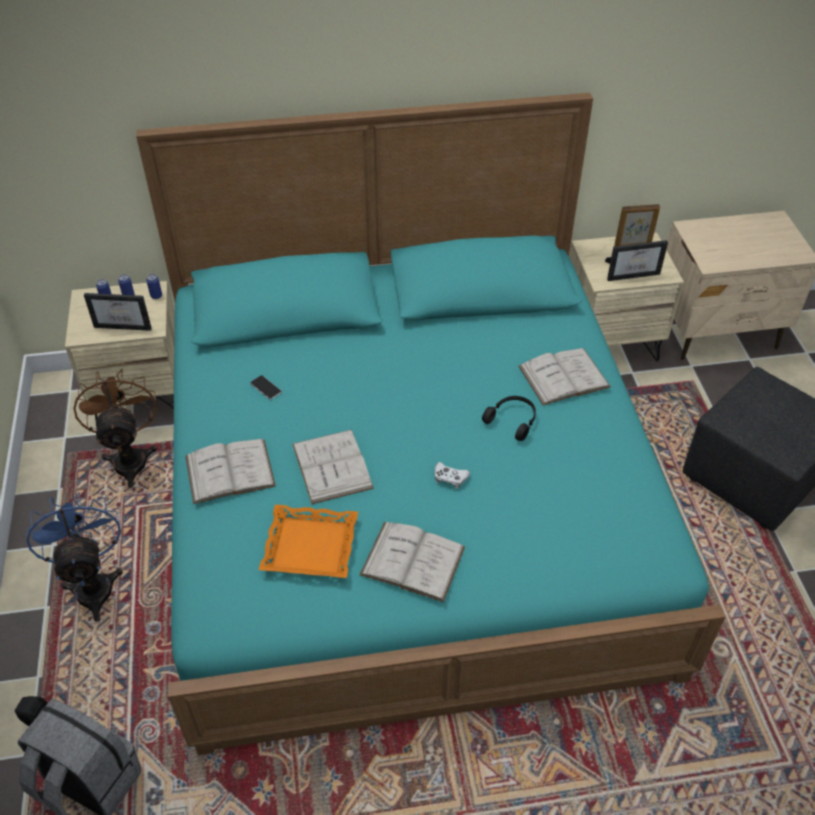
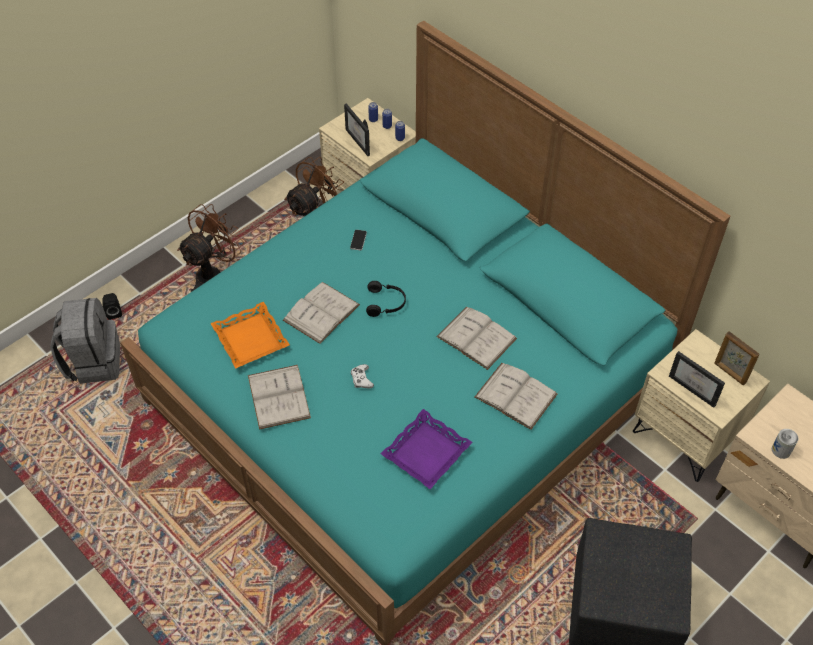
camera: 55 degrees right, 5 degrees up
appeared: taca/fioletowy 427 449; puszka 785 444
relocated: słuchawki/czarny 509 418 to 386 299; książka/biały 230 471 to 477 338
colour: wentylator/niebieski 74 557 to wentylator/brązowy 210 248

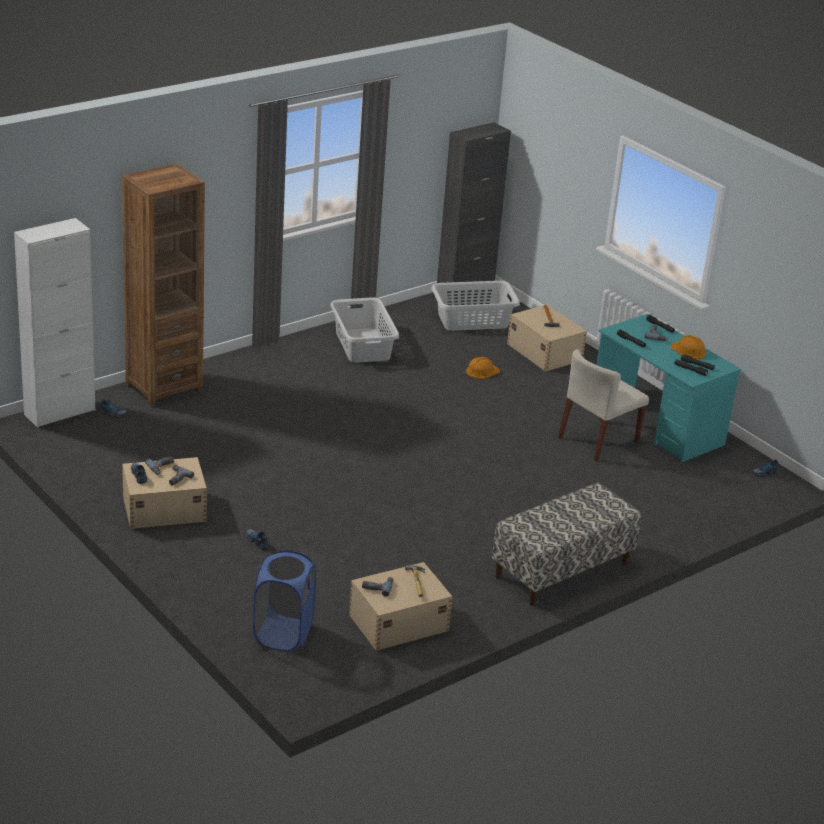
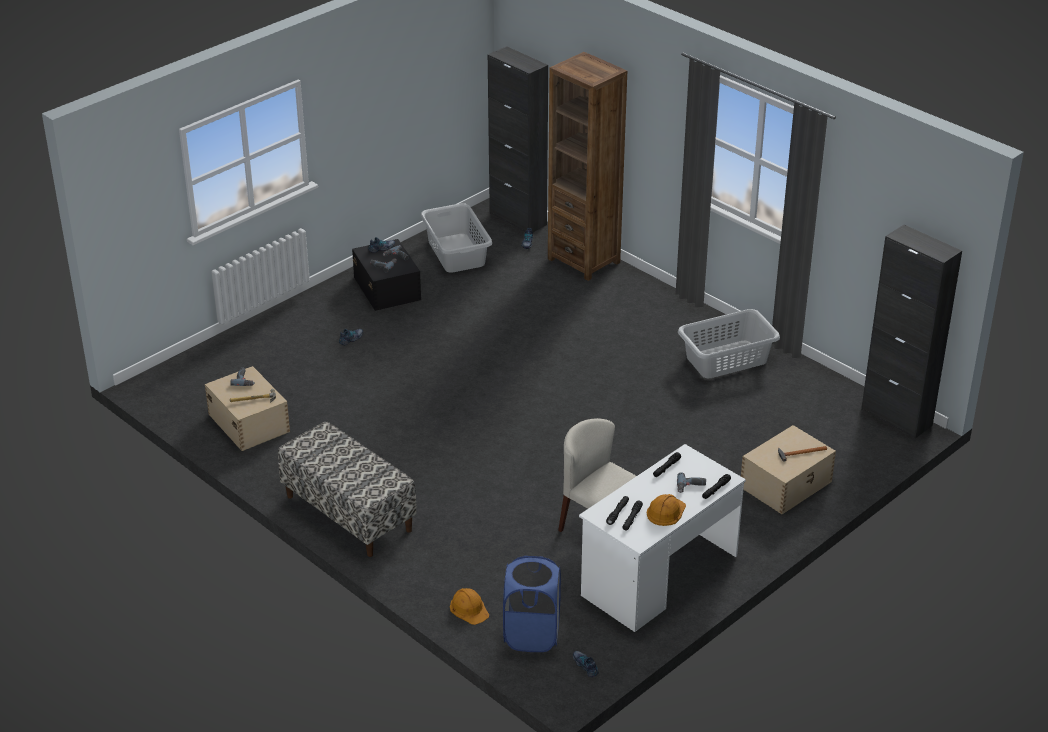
camera: 85 degrees right, 5 degrees up
relocated: kosz na pranie/szary 475 306 to 456 238; kask/pomarańczowy 483 368 to 469 606; kosz na pranie/niebieski 284 601 to 532 604
colour: pojemnik do przechowywania/beżowy 164 493 to pojemnik do przechowywania/czarny 386 275; szafka/biały 54 323 to szafka/czarny 518 139; biurko/turkusowy 669 388 to biurko/biały 662 538

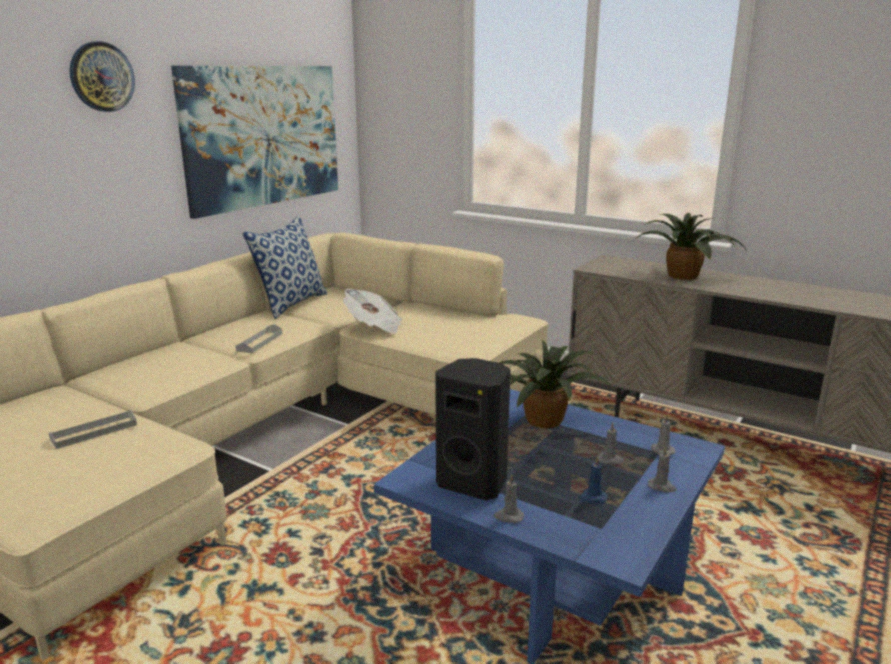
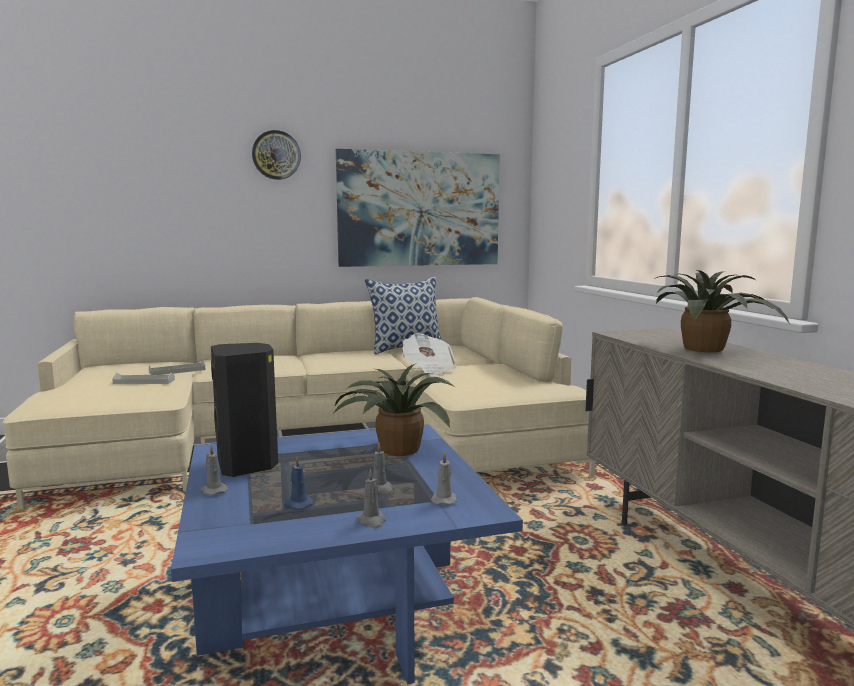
camera: 40 degrees right, 10 degrees down
relocated: taca/szary 258 338 to 177 367

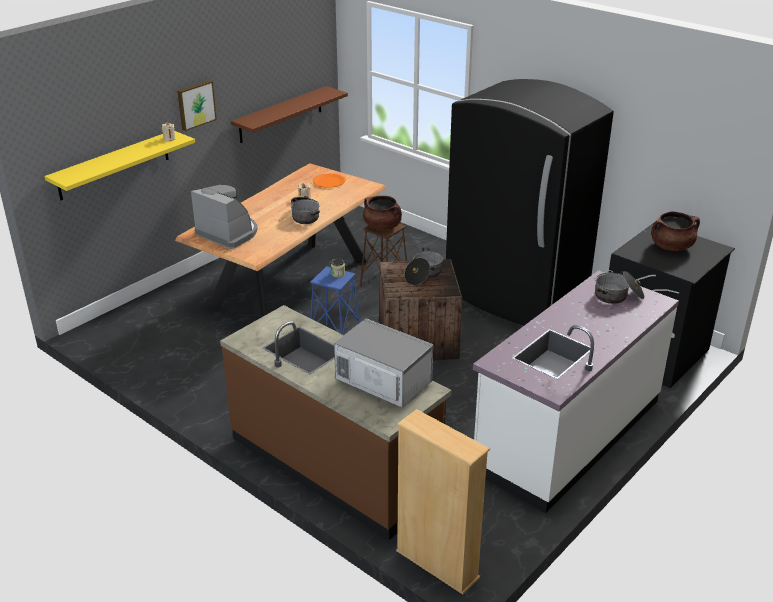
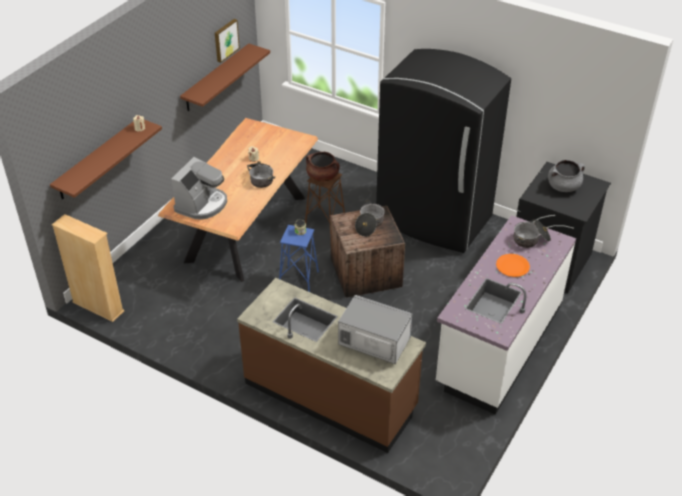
camera: 10 degrees left, 10 degrees up
relocated: regał/beżowy 443 501 to 88 268; obraz 197 105 to 227 41; talerz/pomarańczowy 329 180 to 513 265
colour: półka/żółty 120 165 to półka/brązowy 106 160; garnek/brązowy 675 231 to garnek/szary 566 176
spun: ekspres do kawy 224 217 = 199 188 90 degrees clockwise

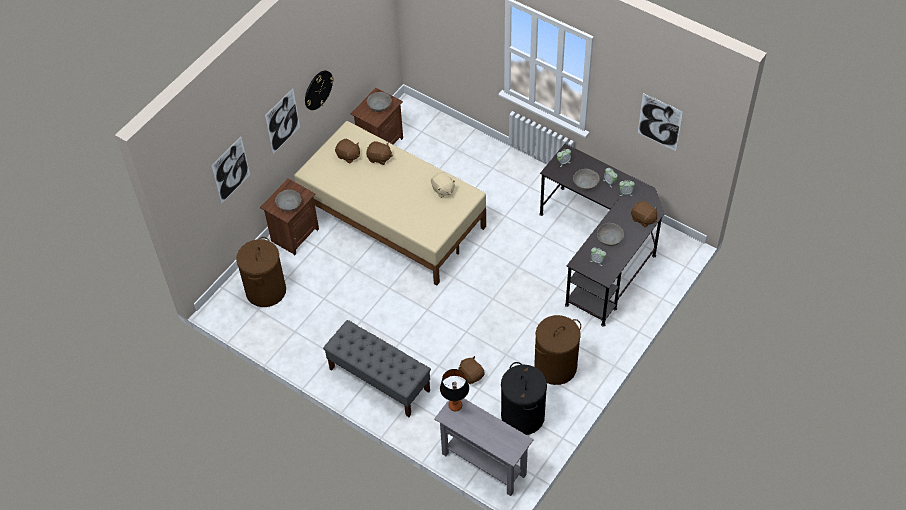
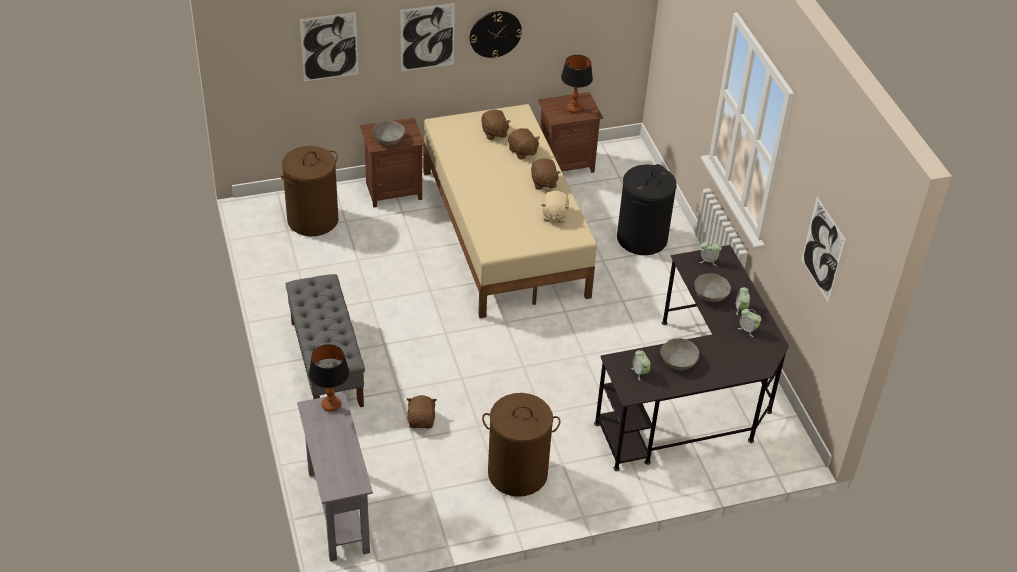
camera: 35 degrees right, 10 degrees down
relocated: pluszak/brązowy 644 214 to 545 174; kosz na pranie/czarny 524 398 to 647 209
exchanged: miska/szary 379 102 to lampa stołowa 577 84

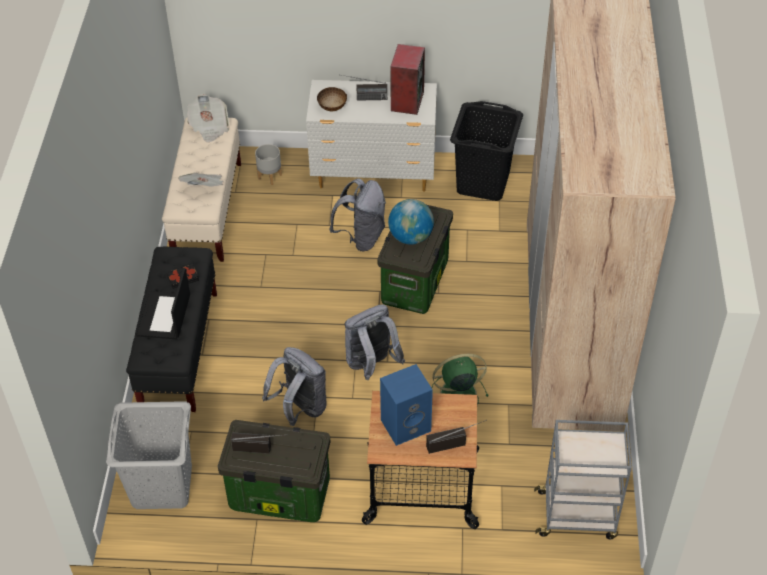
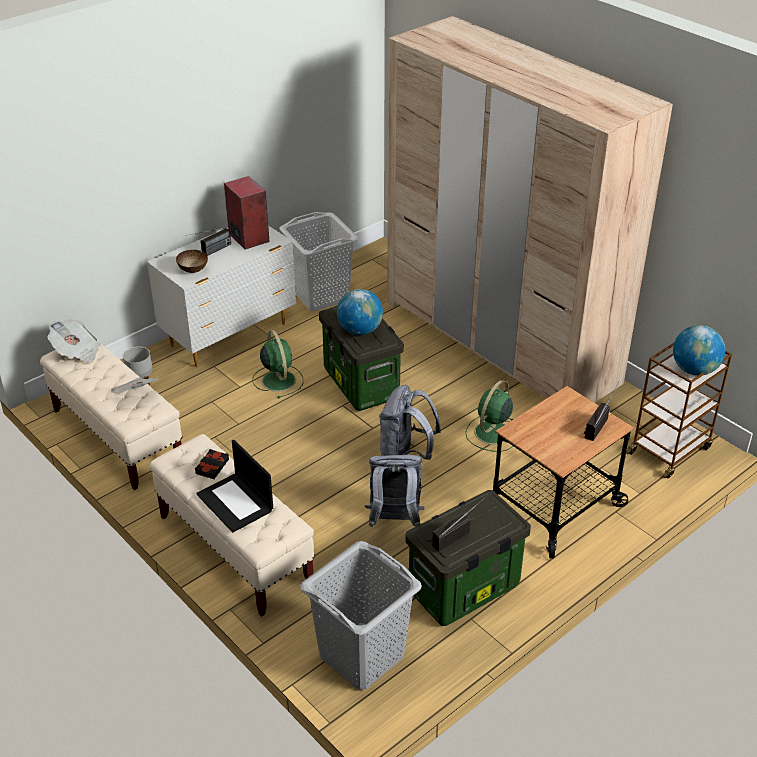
camera: 45 degrees left, 10 degrees down
missing: głośnik/niebieski 406 405
appeared: globus 699 350
exchanged: plecak/szary 357 214 to wentylator/zielony 277 364
colour: ławka/czarny 171 329 to ławka/beżowy 232 525; kosz na pranie/czarny 486 151 to kosz na pranie/biały 318 261; wózek/szary 583 479 to wózek/brązowy 679 411

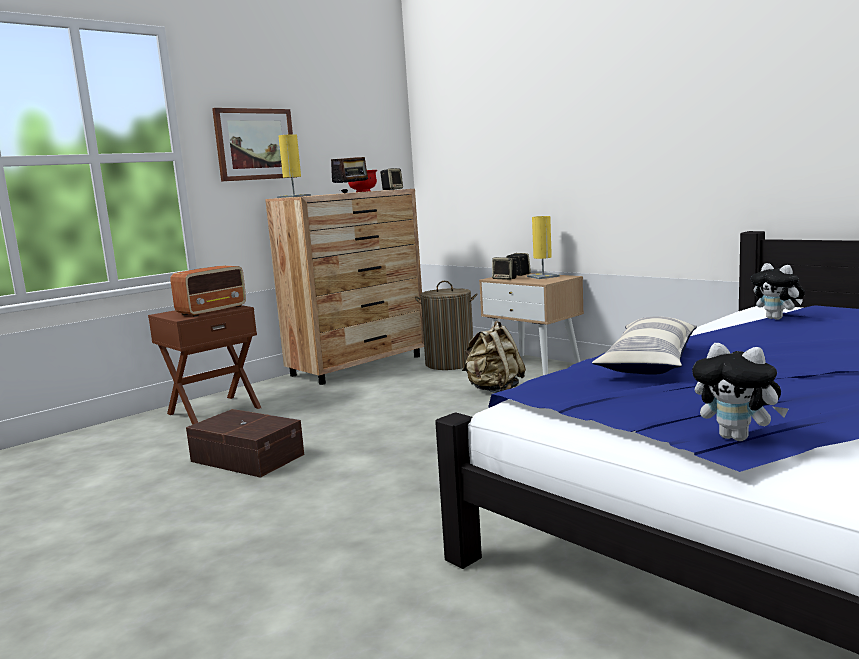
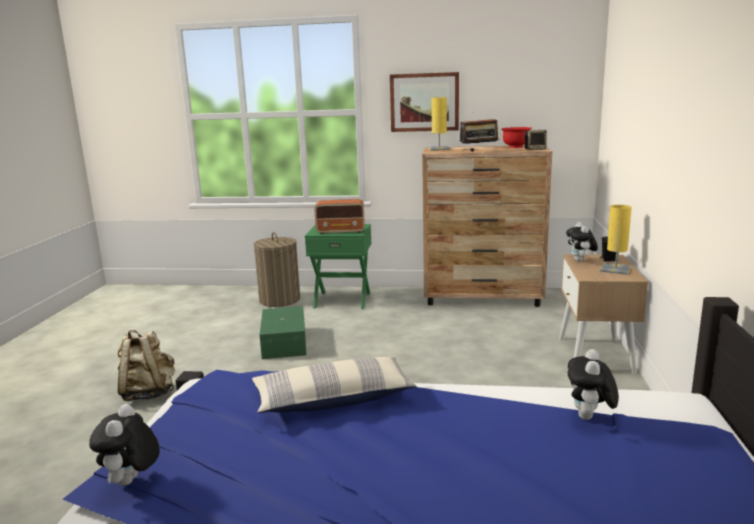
camera: 50 degrees right, 5 degrees up
relocated: plecak/beżowy 494 357 to 146 365; kosz na pranie 446 325 to 277 269
exchanged: głośnik 504 268 to pluszak 582 242
colour: pojemnik do przechowywania/brązowy 245 443 to pojemnik do przechowywania/zielony 282 332; szafka nocna/brązowy 204 365 to szafka nocna/zielony 338 266

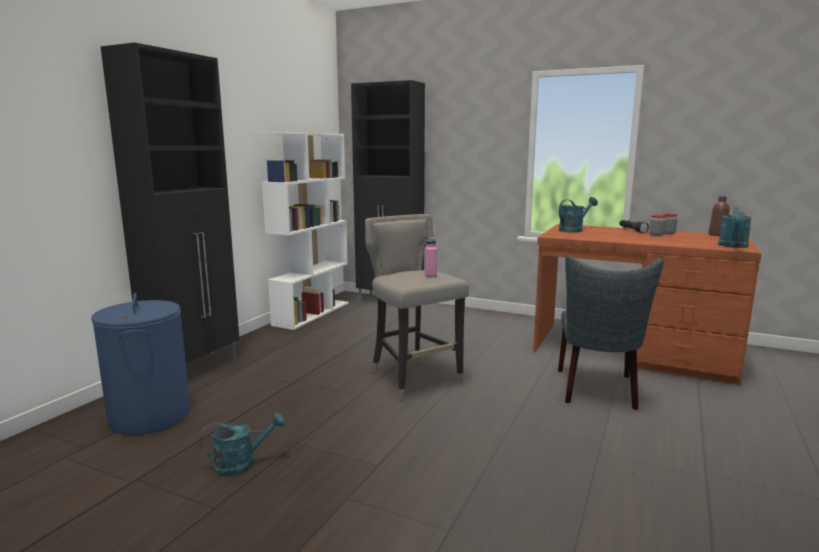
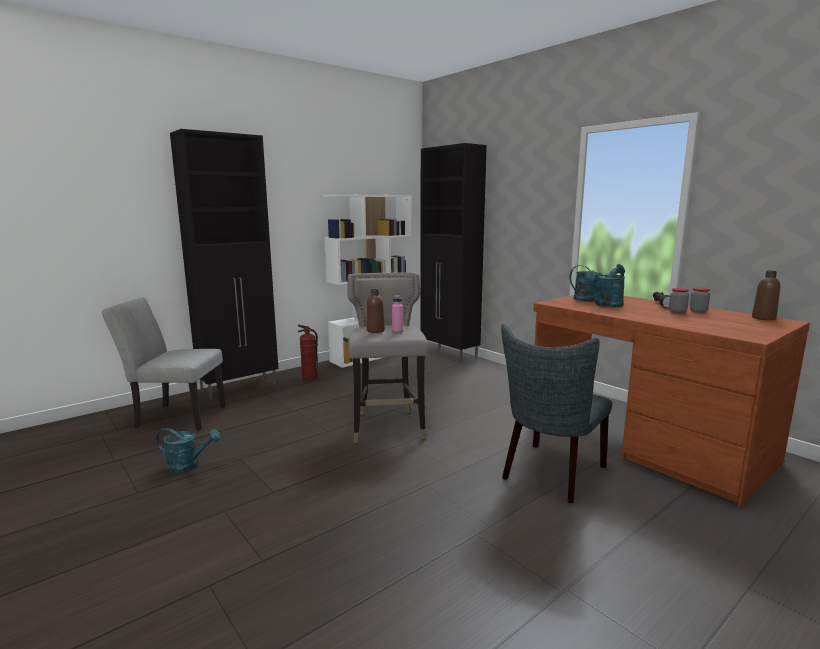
camera: 25 degrees right, 0 degrees up
appeared: gaśnica 308 352; butelka/brązowy 376 311
relocated: konewka/turkusowy 735 227 to 605 287
exchanged: kosz na pranie/niebieski 140 364 to krzesło/szary 163 363

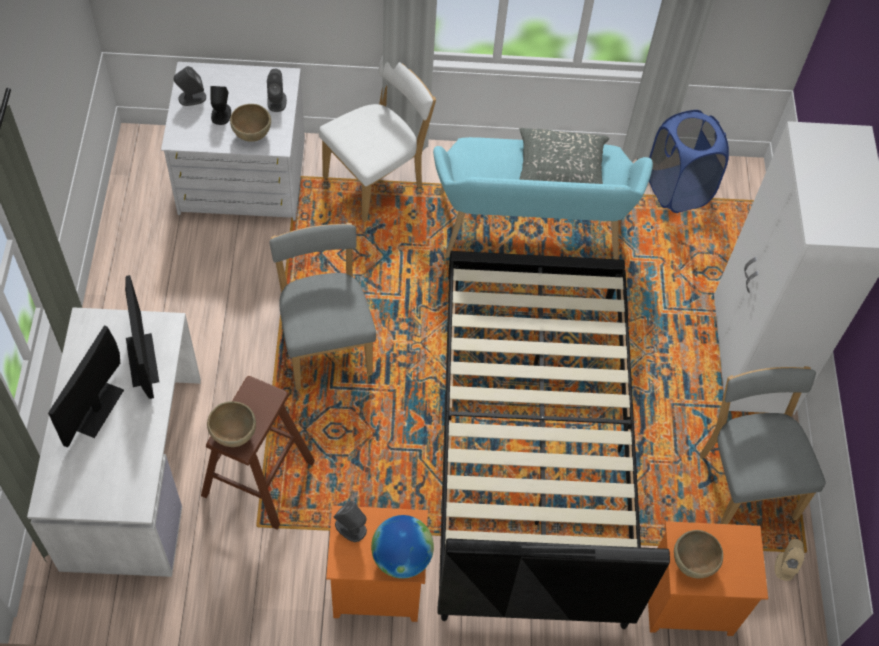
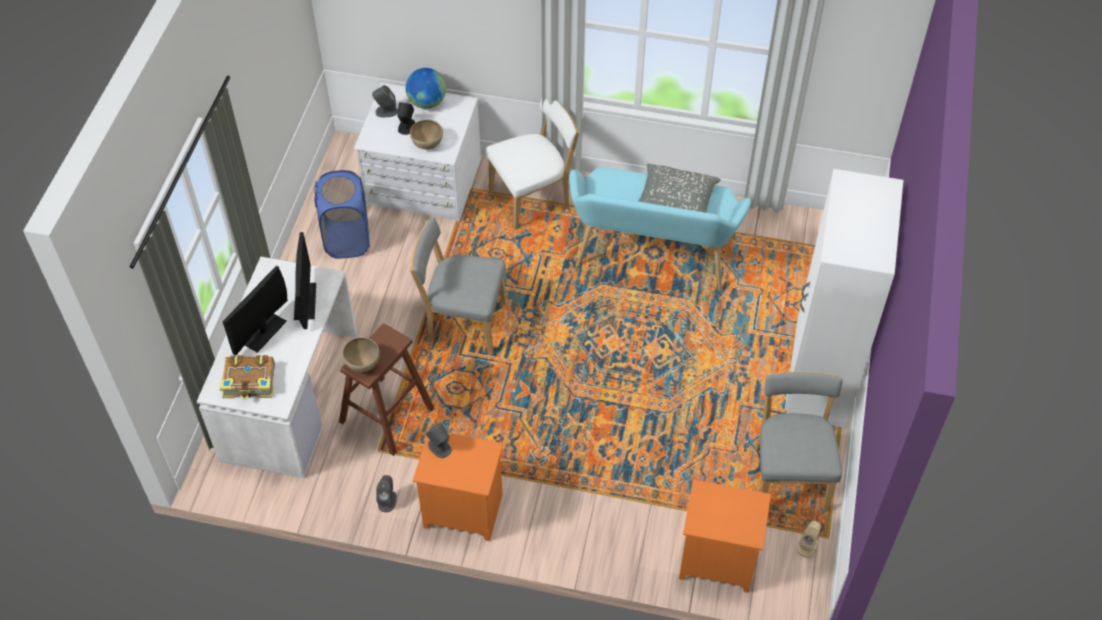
camera: 15 degrees right, 5 degrees down
missing: łóżko/czarny 553 440; miska/brązowy 698 554
appeared: książka 247 377
relocated: kosz na pranie/niebieski 689 161 to 342 214; głośnik/szary 277 90 to 386 493; globus 402 547 to 425 88
spun: krzesło/szary 322 306 = 458 285 75 degrees counterclockwise

